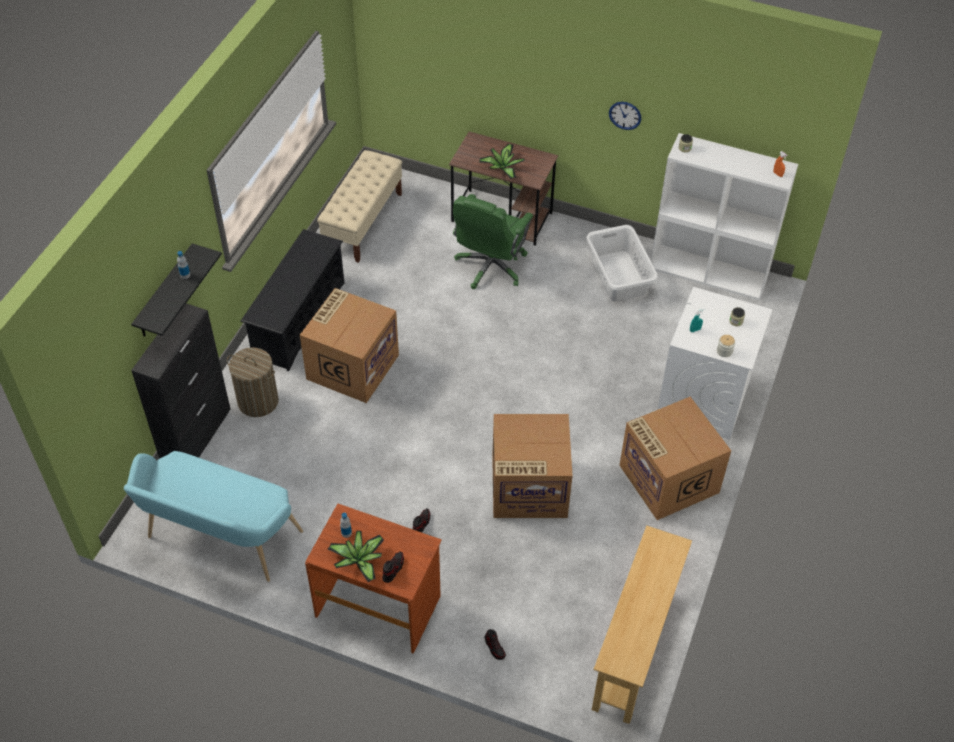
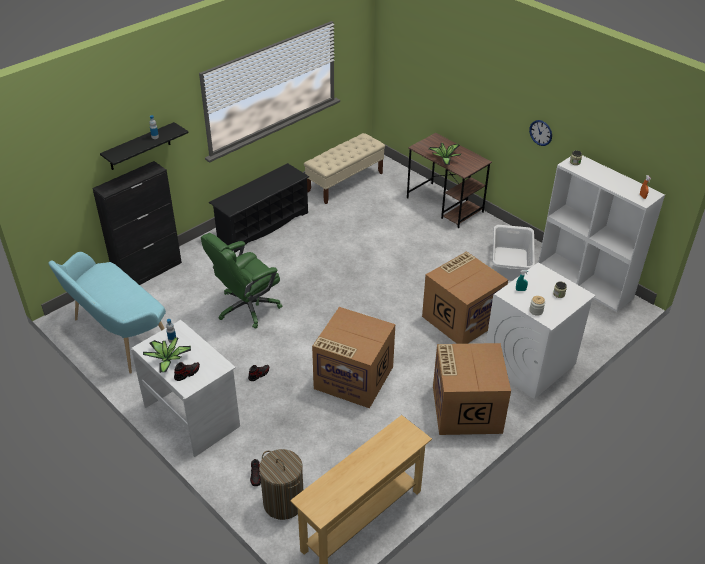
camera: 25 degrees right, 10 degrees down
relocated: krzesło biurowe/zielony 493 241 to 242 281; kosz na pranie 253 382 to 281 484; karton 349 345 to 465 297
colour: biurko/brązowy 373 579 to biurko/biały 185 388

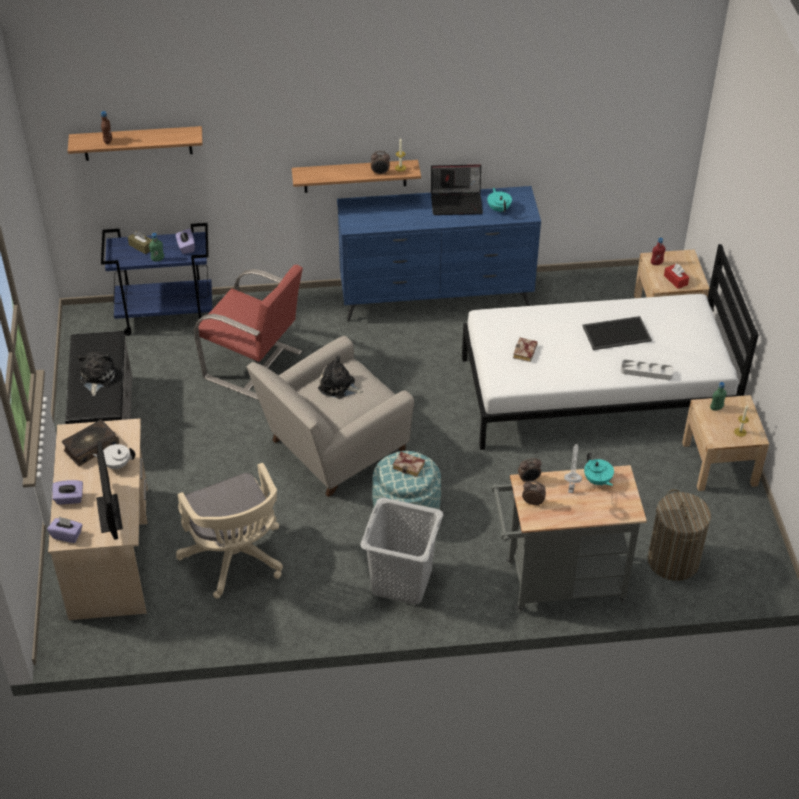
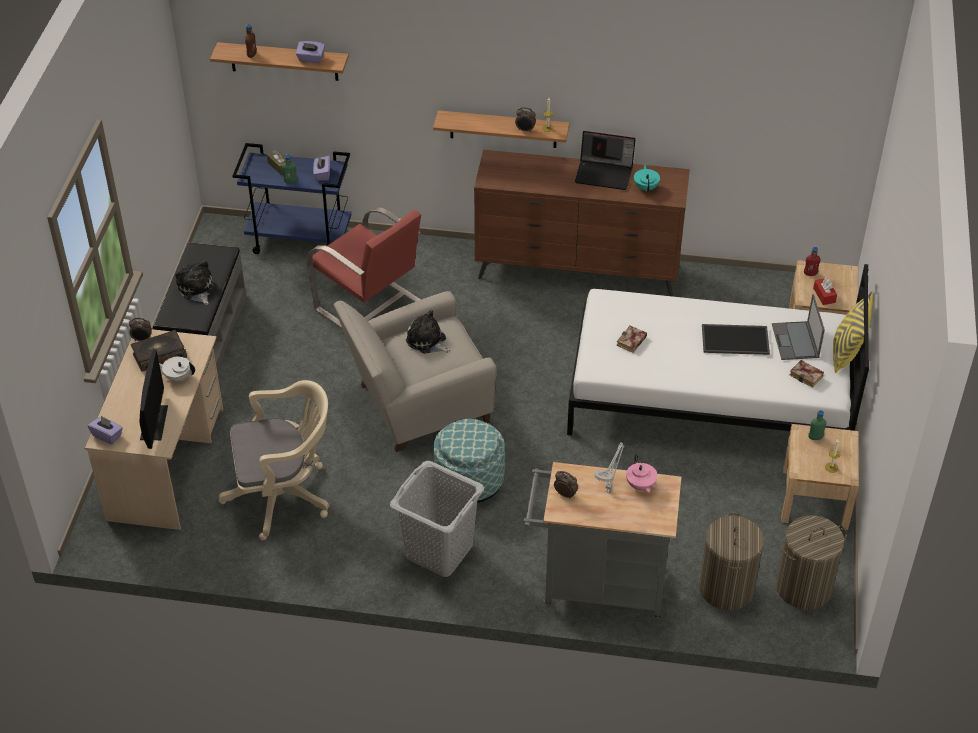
camera: 15 degrees right, 0 degrees up
missing: taca/szary 647 369
appeared: laptop 798 327; kosz na pranie 811 562; poduszka/żółty 853 332
relocated: budzik 530 470 to 140 329; pudełko chusteczek/fioletowy 67 492 to 310 52; książka 409 464 to 806 374
colour: komoda/niebieski 439 254 to komoda/brązowy 582 223; imbryk/turkusowy 599 469 to imbryk/różowy 642 474
spun: pluszak 96 374 = 195 282 45 degrees counterclockwise; krzesło biurowe/beżowy 229 531 = 274 460 90 degrees counterclockwise

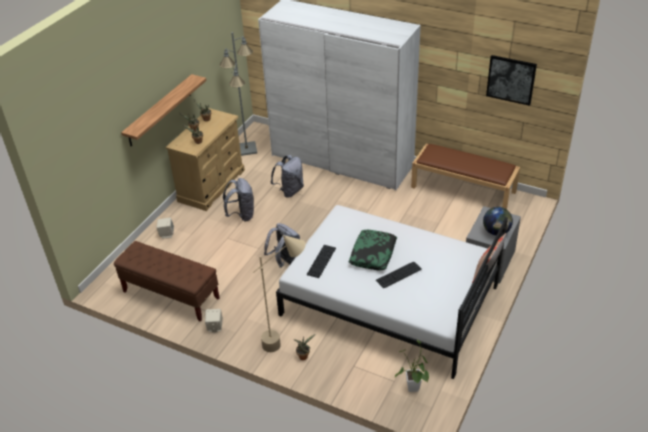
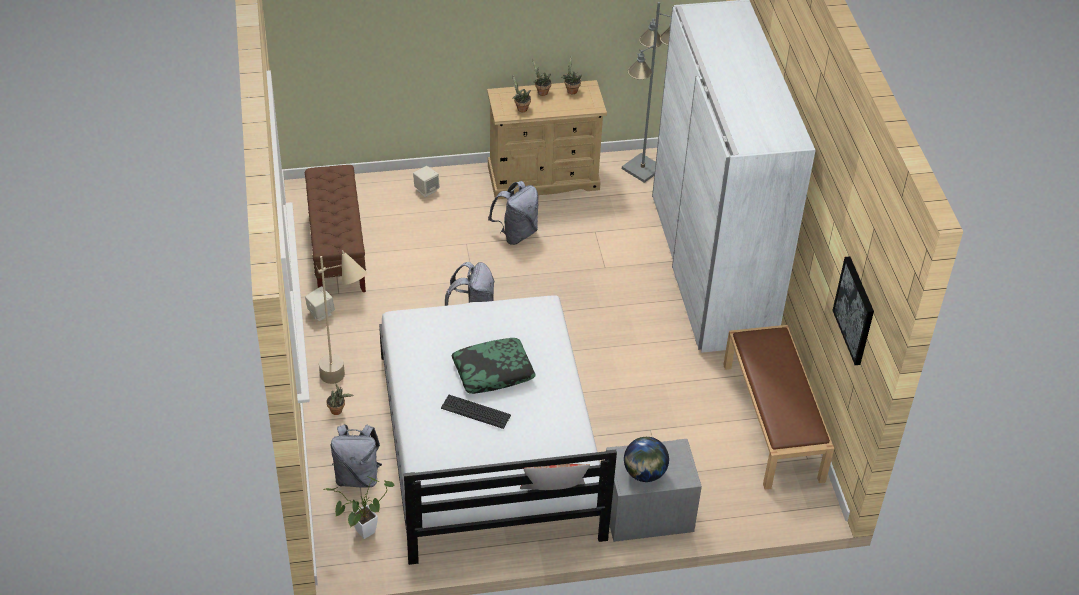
camera: 50 degrees right, 5 degrees up
missing: półka 164 110; klawiatura 321 261
relocated: plecak/szary 287 176 to 356 456

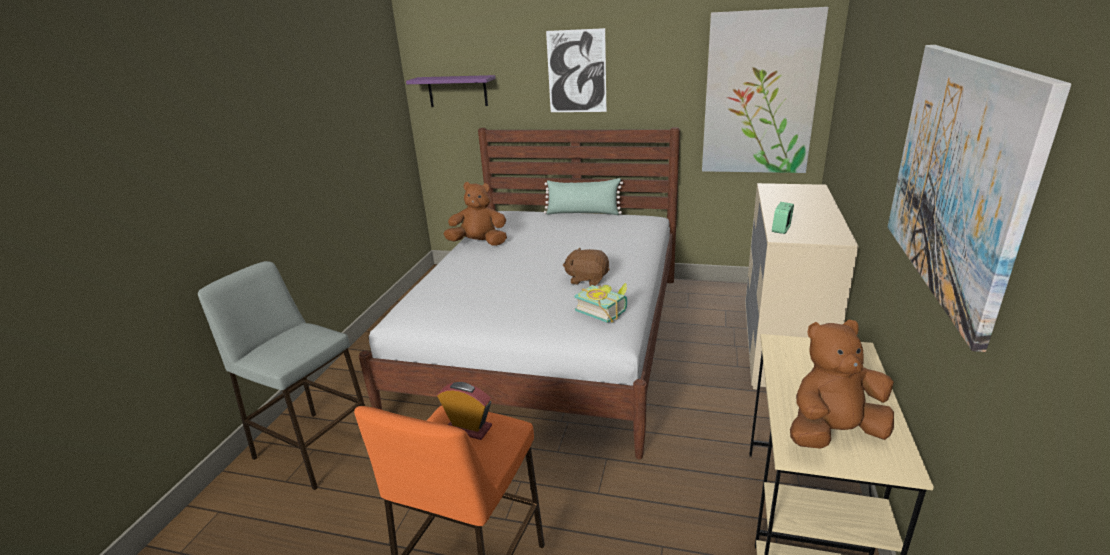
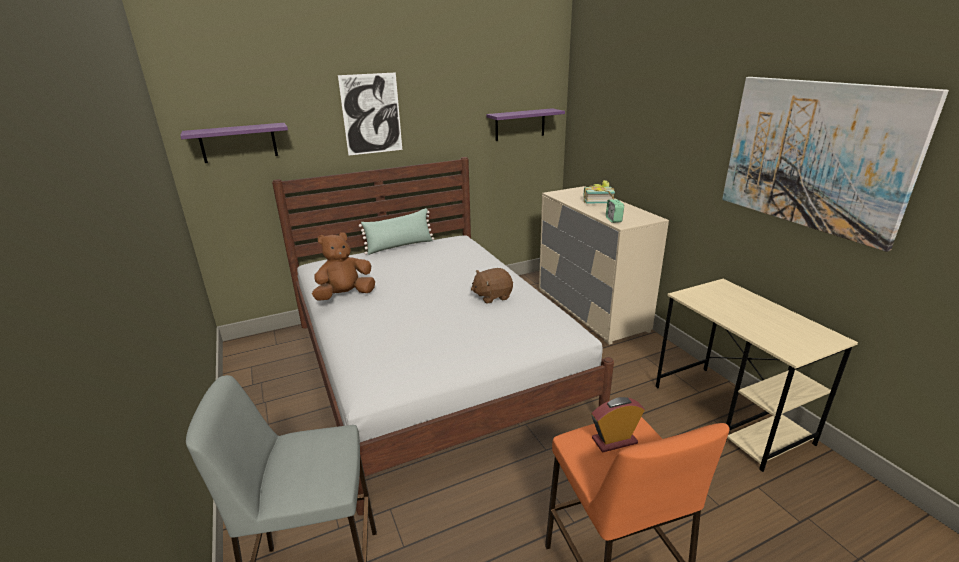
camera: 40 degrees left, 0 degrees up
missing: pluszak/brązowy 842 384
relocated: książka 601 302 to 599 191
exchanged: obraz 765 90 to półka/fioletowy 525 124

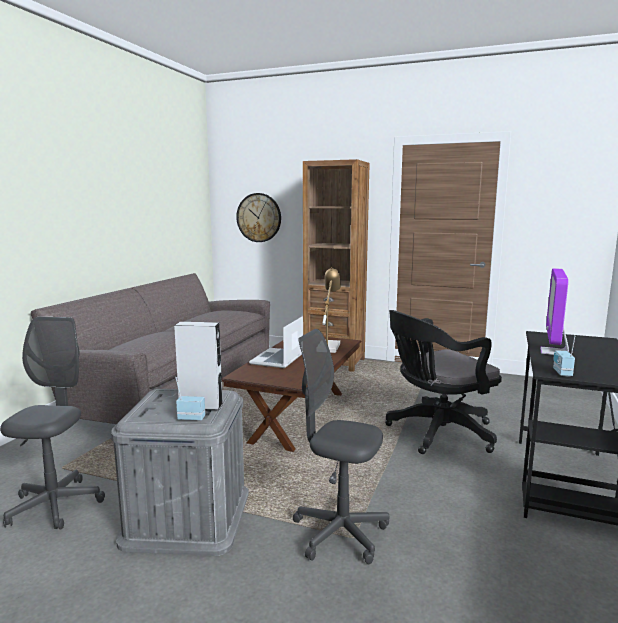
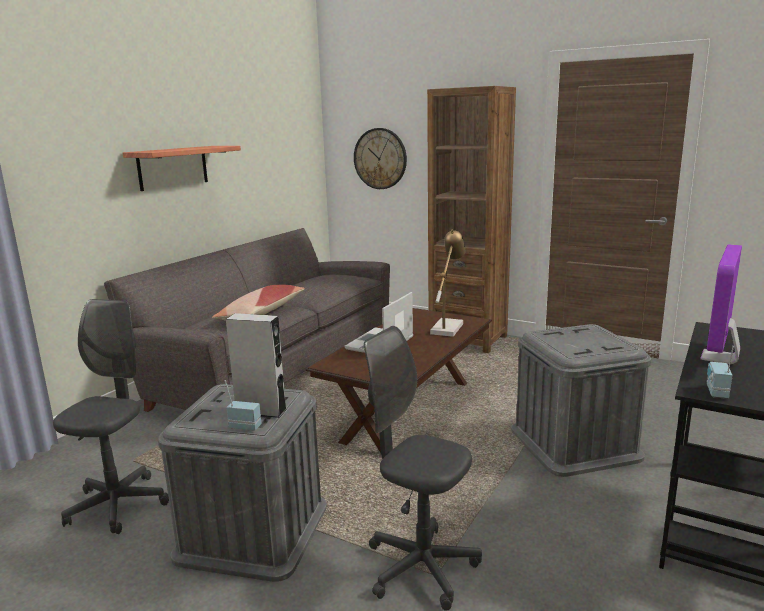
camera: 10 degrees right, 5 degrees up
appeared: półka 182 168; poduszka 258 303
exchanged: krzesło biurowe/czarny 443 382 to pojemnik do przechowywania/szary 581 400

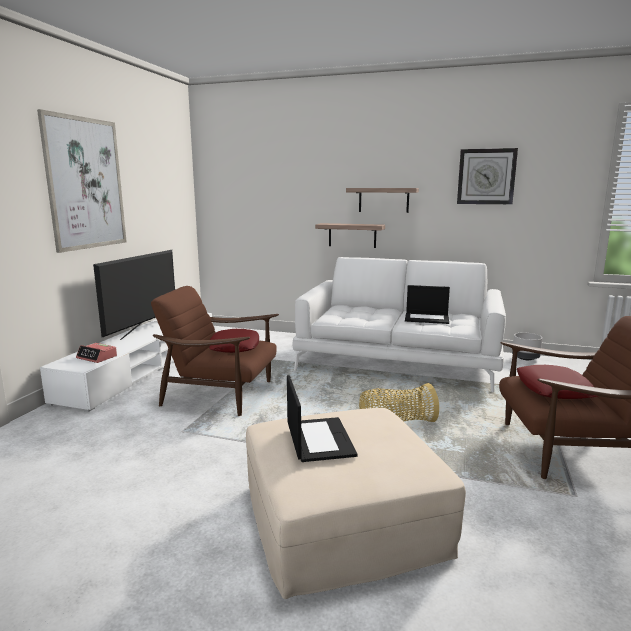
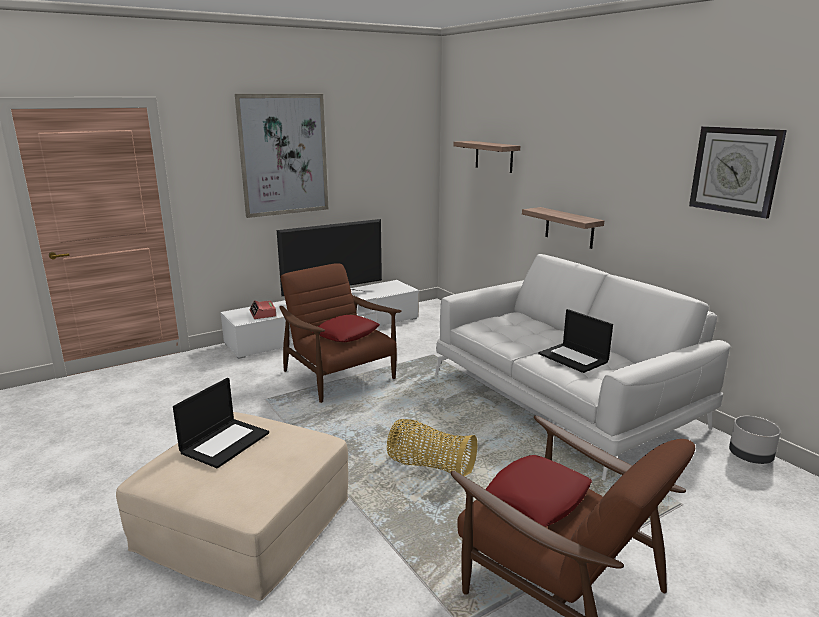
camera: 40 degrees right, 5 degrees up
relocated: półka 382 200 to 486 157

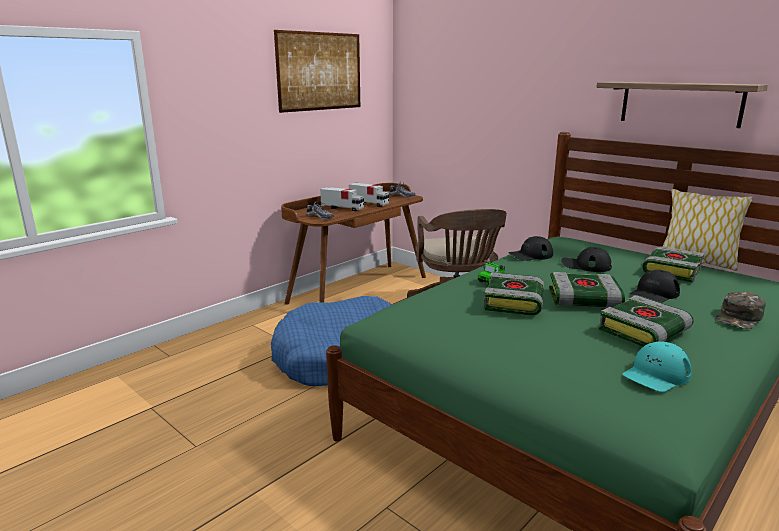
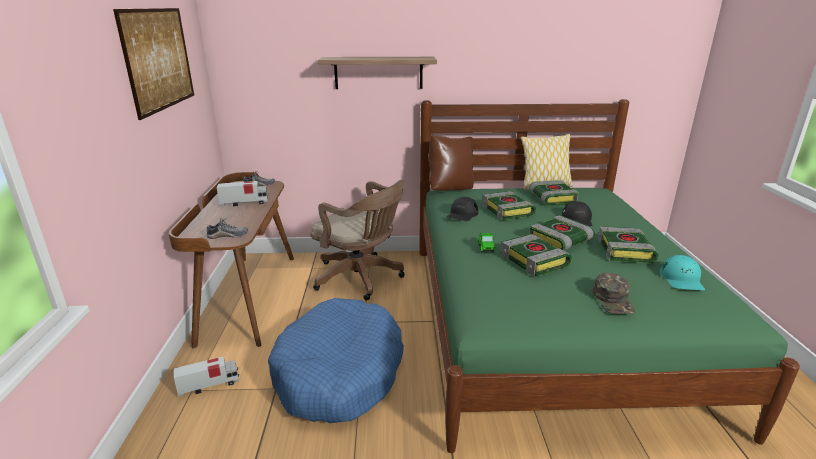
camera: 45 degrees left, 5 degrees up
appeared: poduszka/brązowy 451 163
relocated: ciężarówka zabawkowa 342 199 to 206 376; półka 682 105 to 377 73; czapka z daszkiem/zielony 740 310 to 614 293
exchanged: czapka z daszkiem/czarny 586 259 to książka 509 205

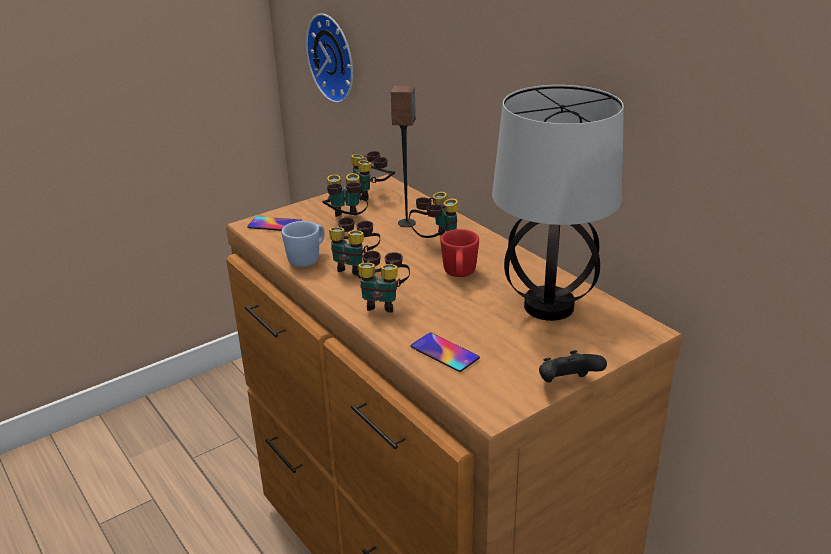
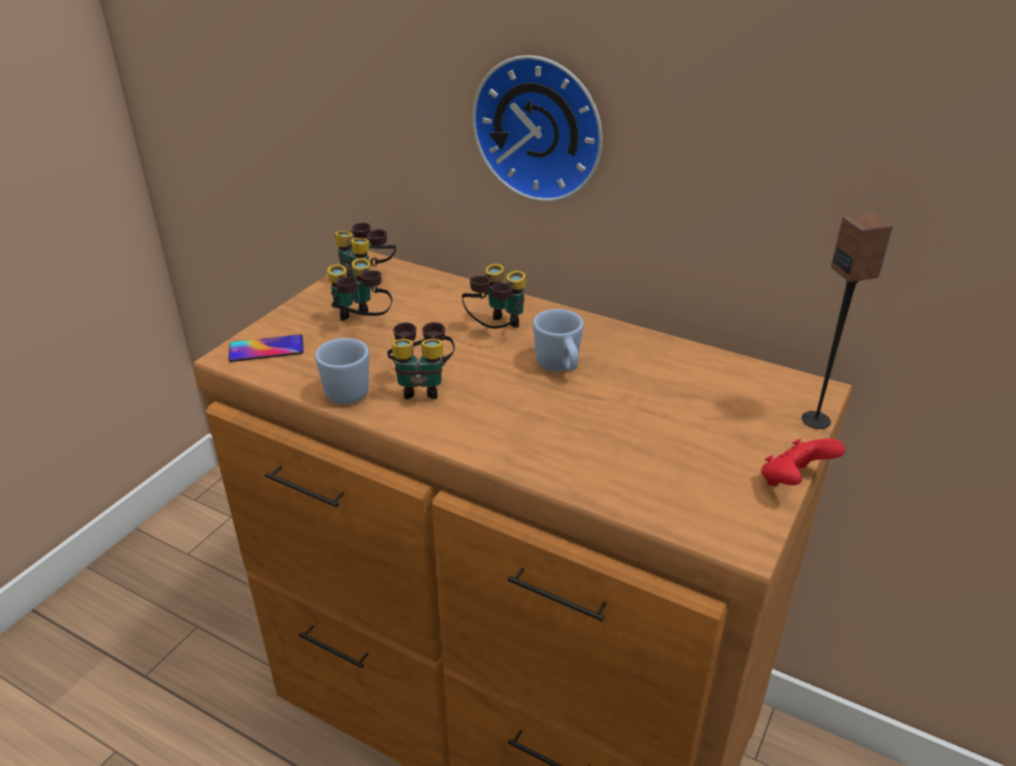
camera: 25 degrees left, 5 degrees up
missing: lornetka 384 282; telefon 445 352; lampa stołowa 558 203
relocated: zegar ścienny 329 58 to 537 128; głośnik 403 156 to 847 321
colour: kubek/czerwony 459 253 to kubek/niebieski 558 340; pad do gier/czarny 573 366 to pad do gier/czerwony 803 462

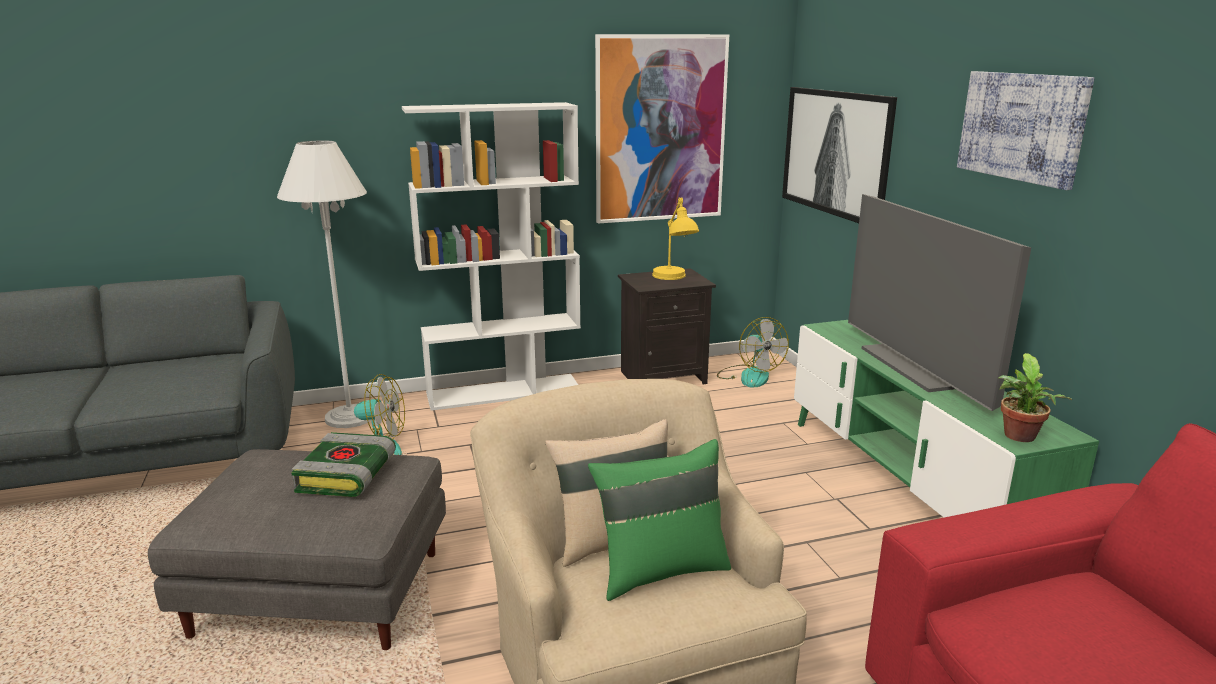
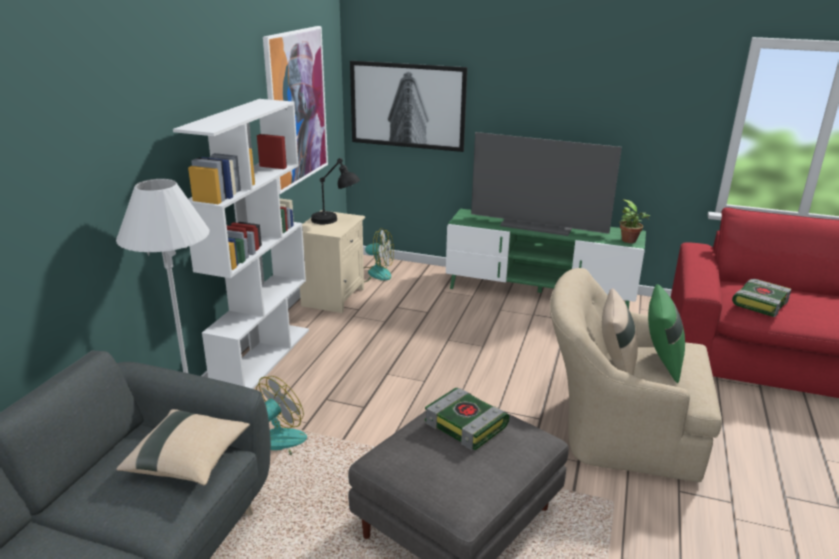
camera: 55 degrees left, 5 degrees up
missing: obraz 1026 130
appeared: poduszka/beżowy 183 447; książka 761 298
colour: szafka nocna/czarny 667 326 to szafka nocna/beżowy 332 261; lampa stołowa/żółty 675 238 to lampa stołowa/czarny 335 191

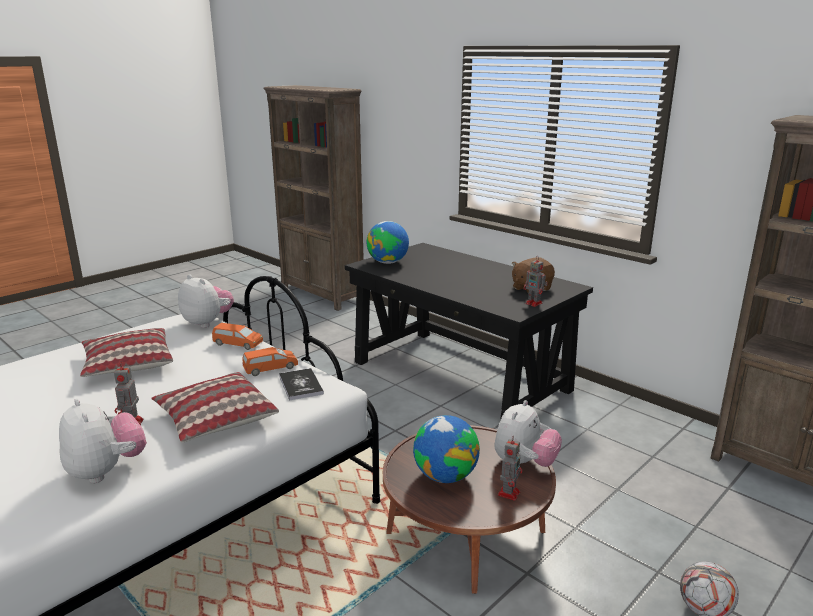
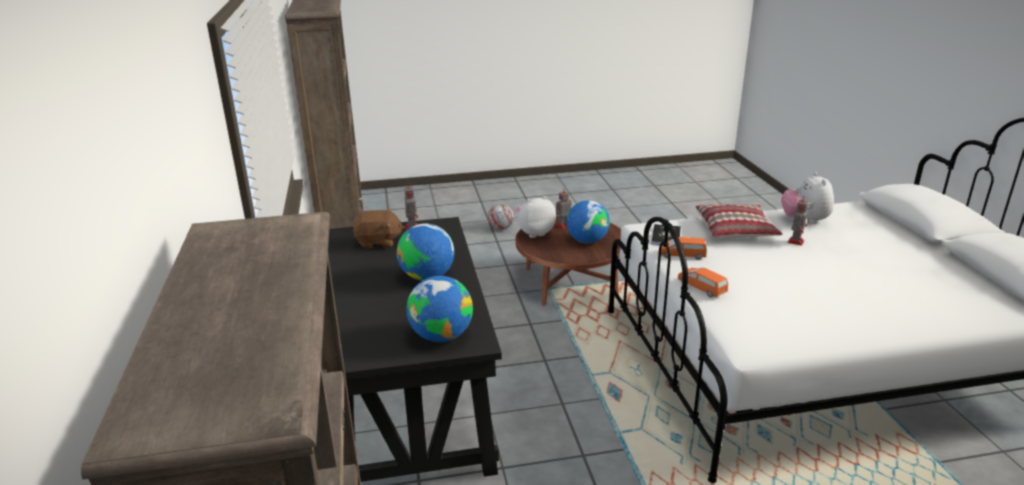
camera: 145 degrees left, 5 degrees up
missing: poduszka 126 352; pluszak 206 301
appeared: globus 425 252

